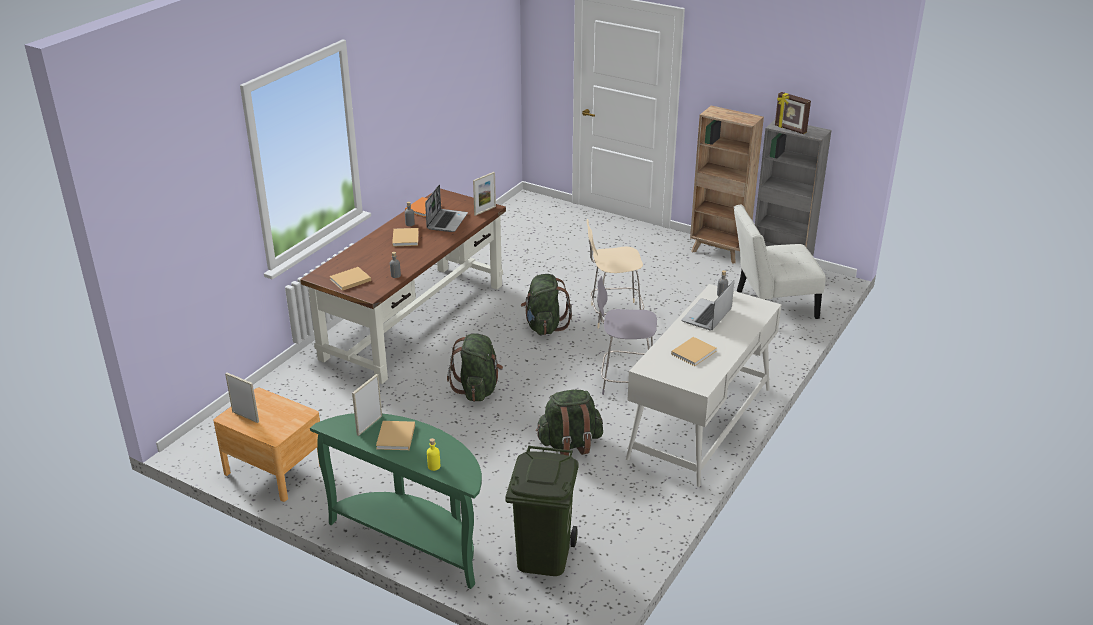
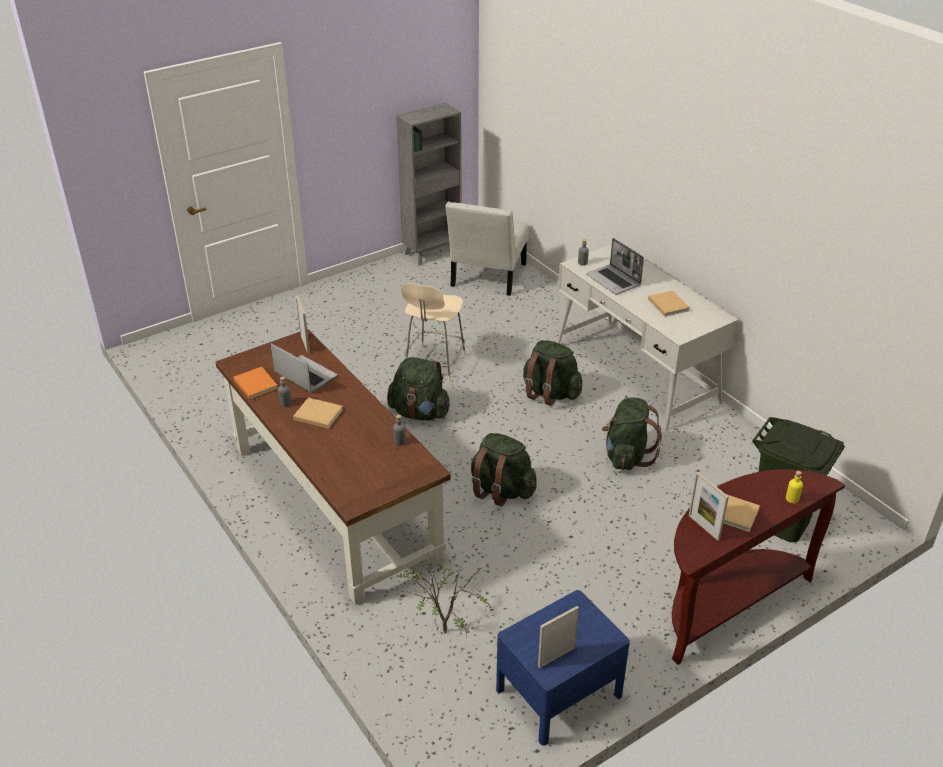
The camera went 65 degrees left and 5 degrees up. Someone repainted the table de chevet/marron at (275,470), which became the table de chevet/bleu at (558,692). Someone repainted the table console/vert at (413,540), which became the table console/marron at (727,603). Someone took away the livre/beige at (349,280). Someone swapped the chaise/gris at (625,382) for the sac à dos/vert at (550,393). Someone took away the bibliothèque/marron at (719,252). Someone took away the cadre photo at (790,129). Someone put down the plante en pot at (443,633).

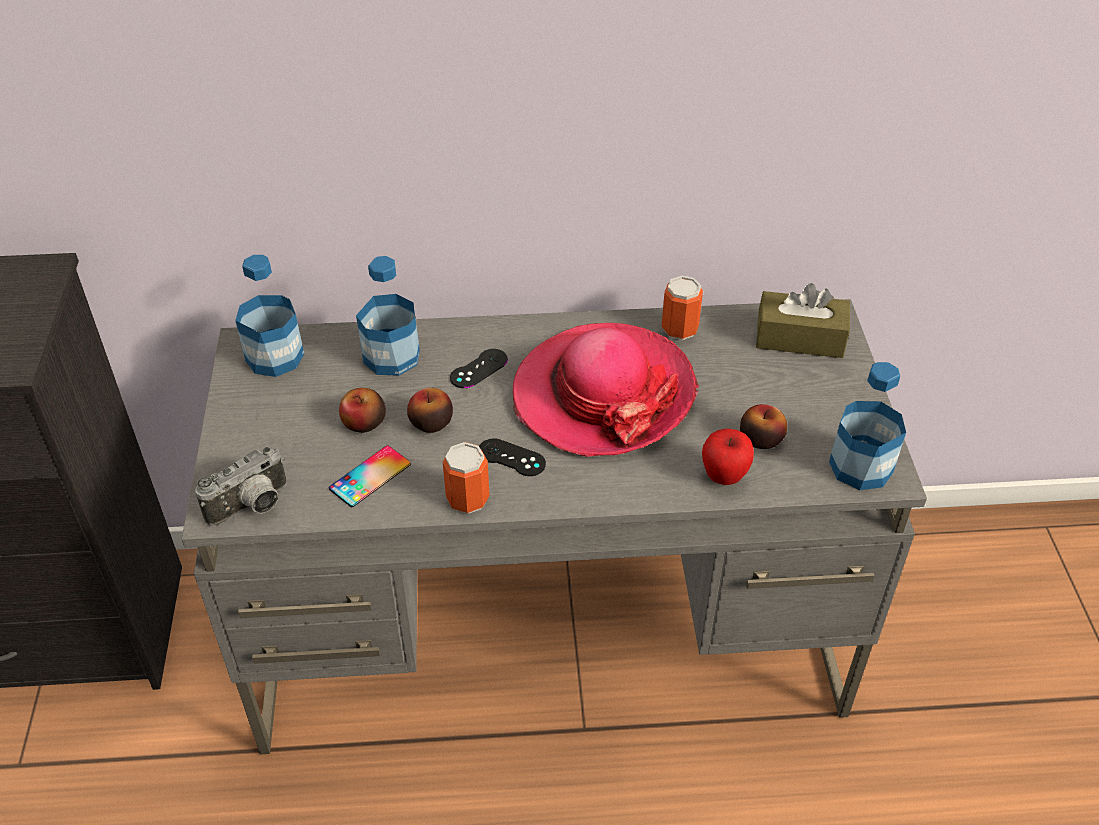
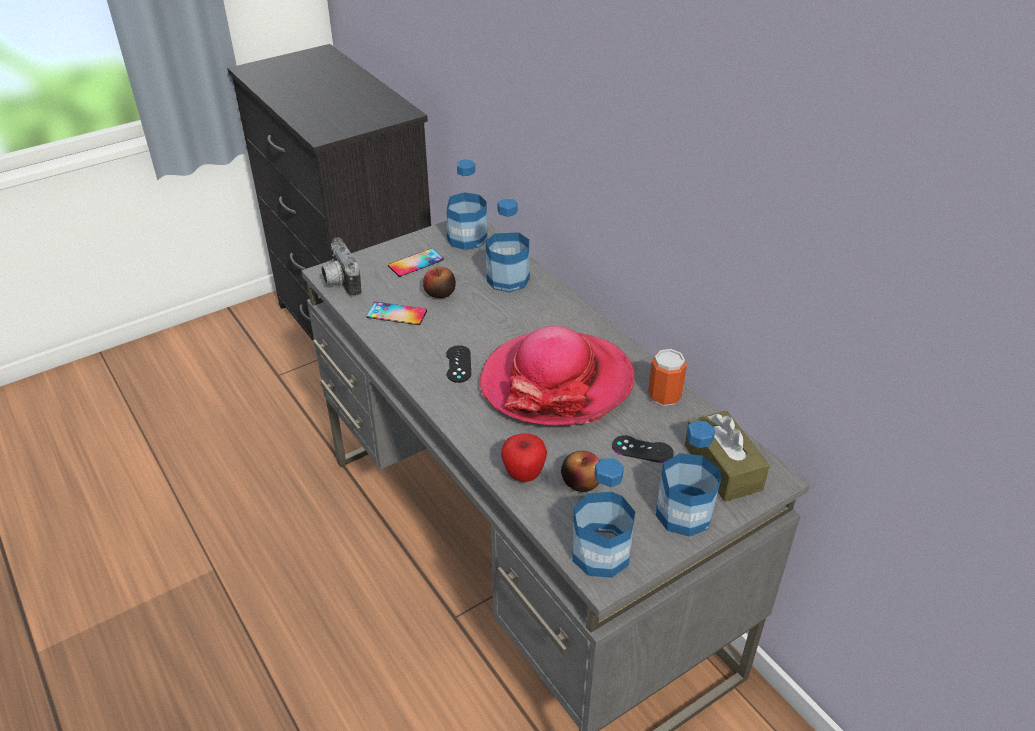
The camera went 60 degrees right and 5 degrees down. Someone rotated the appareil photo at (252,507) by 45 degrees clockwise. Someone took away the pomme at (431,423). Someone took away the boîte métallique at (467,499). Someone carried the manette/noir from (479,369) to (642,449). Someone put down the téléphone at (416,263). Someone put down the bouteille at (684,513).

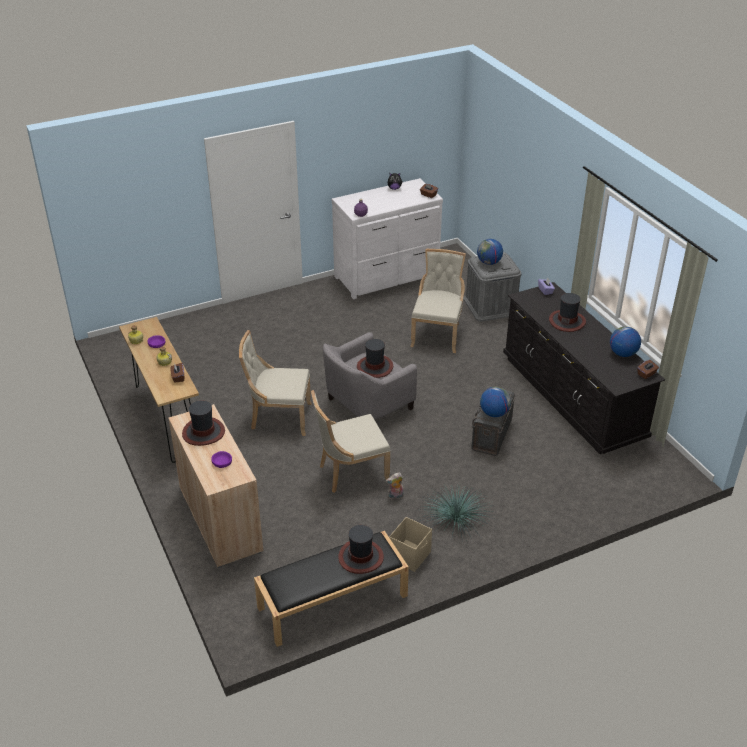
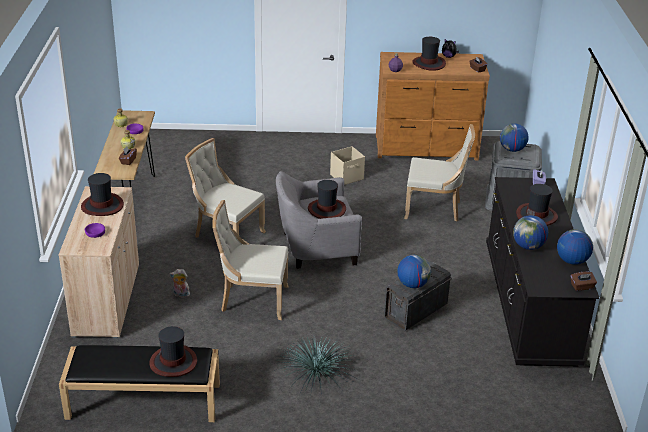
The camera went 25 degrees right and 5 degrees down. Someone repainted the commode/blanc at (387,277), which became the commode/marron at (426,148). Someone carried the peluche from (395,496) to (180,295). Someone carried the boîte de rangement/beige from (410,555) to (347,177). Someone rotated the chaise/beige at (437,334) by 60 degrees clockwise. Someone put down the chapeau at (429,63). Someone put down the globe at (528,246).

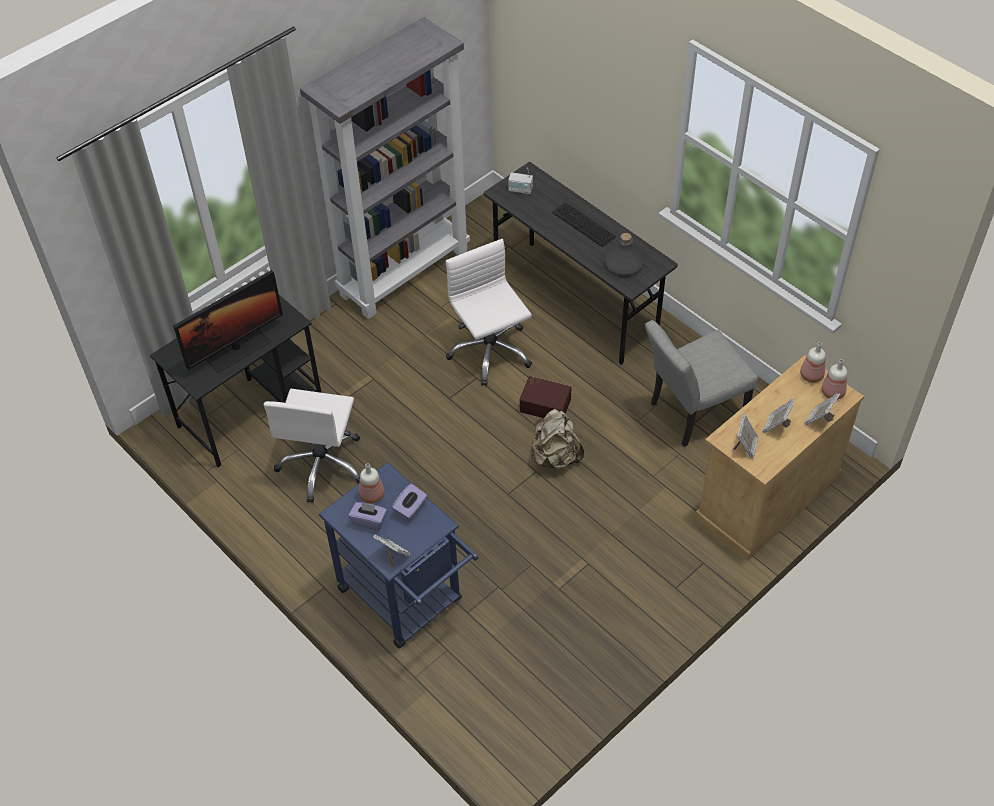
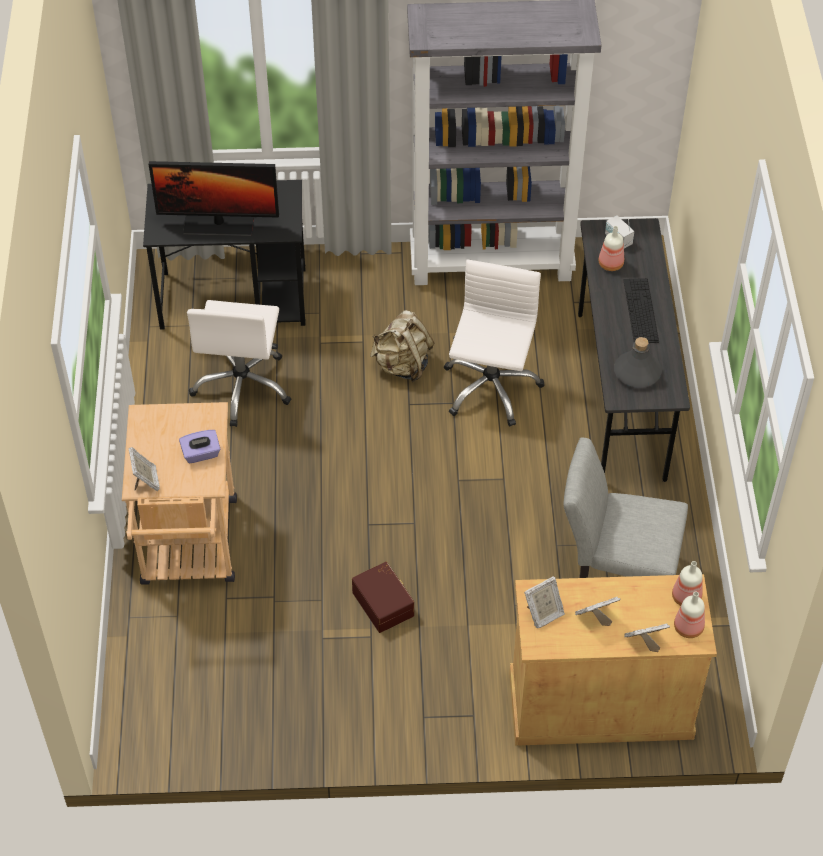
The camera went 40 degrees right and 0 degrees up. Someone rotated the chaise de bureau/blanc at (322,464) by 45 degrees counterclockwise. Someone repainted the chariot/bleu at (407,600), which became the chariot/beige at (189,551). Someone took away the boîte à mouchoirs/violet at (369,521). Someone carried the bouteille from (371,495) to (610,264). Someone carried the boîte de rangement/marron from (545,404) to (384,603). Someone carried the sac à dos/beige from (555,457) to (402,365).

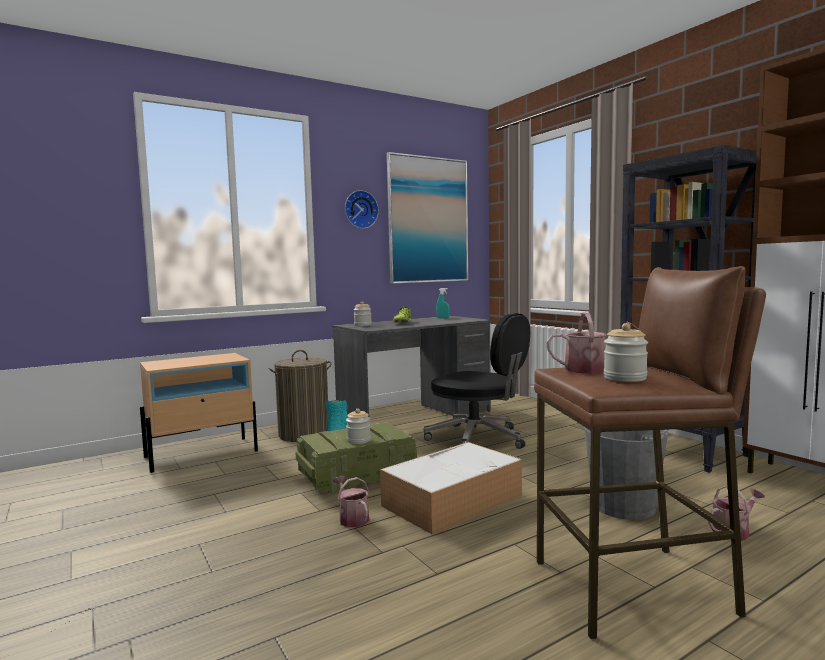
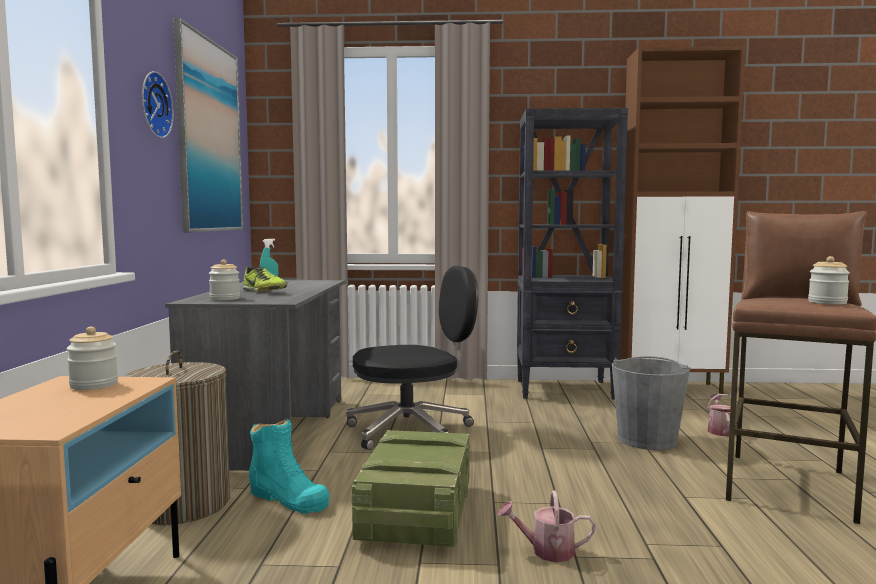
The camera went 55 degrees left and 0 degrees up. Someone carried the bocal from (358,440) to (94,385). Someone took away the boîte de rangement at (453,499). Someone took away the arrosoir at (592,369).

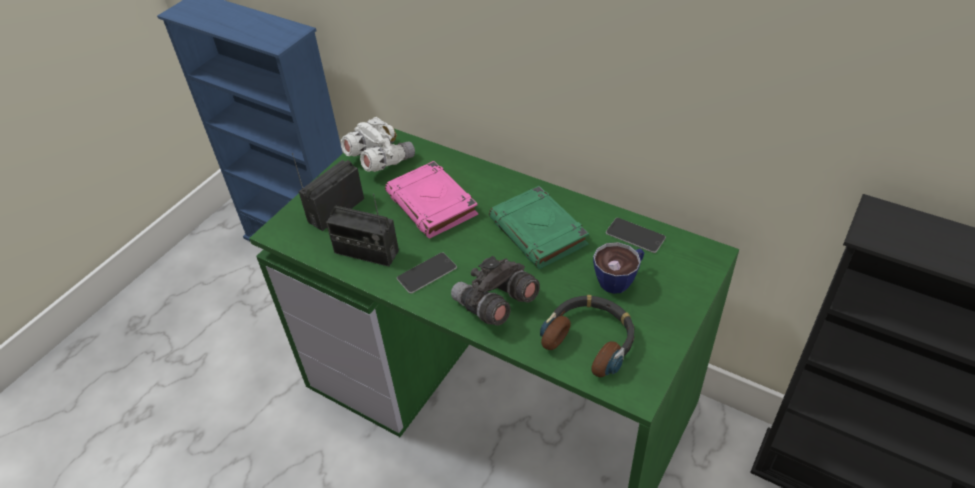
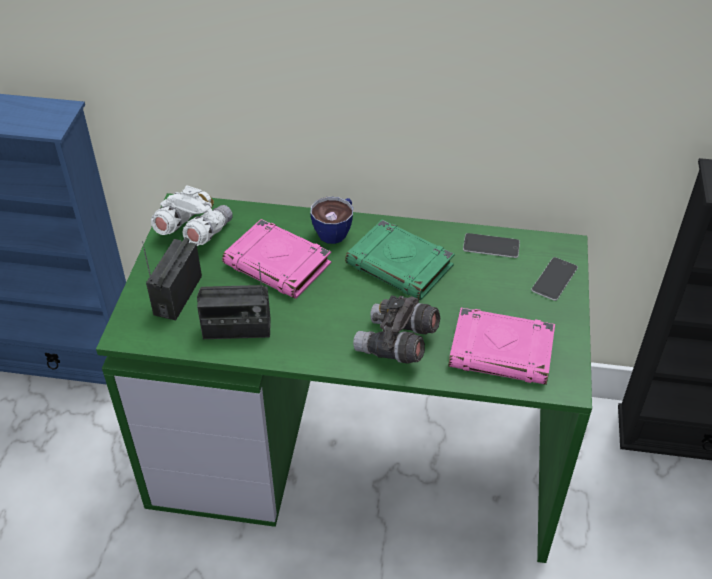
The camera went 25 degrees left and 0 degrees up. Someone carried the téléphone from (427,273) to (554,279). Someone swapped the casque audio at (590,339) for the livre/rose at (502,352). Someone carried the tasse from (619,279) to (336,231).

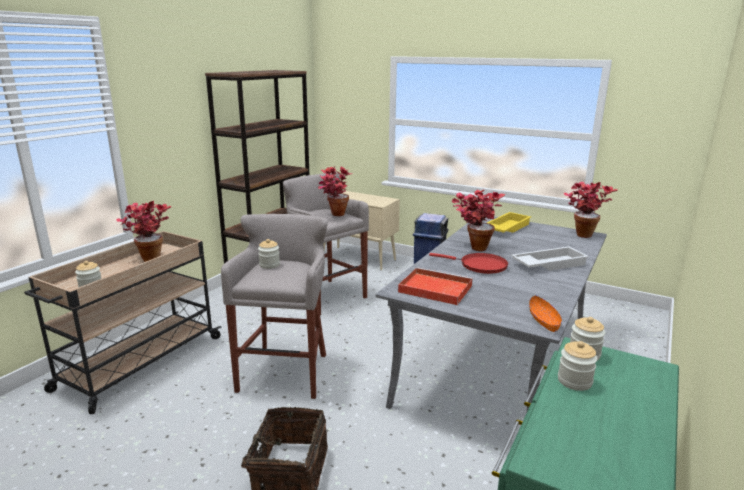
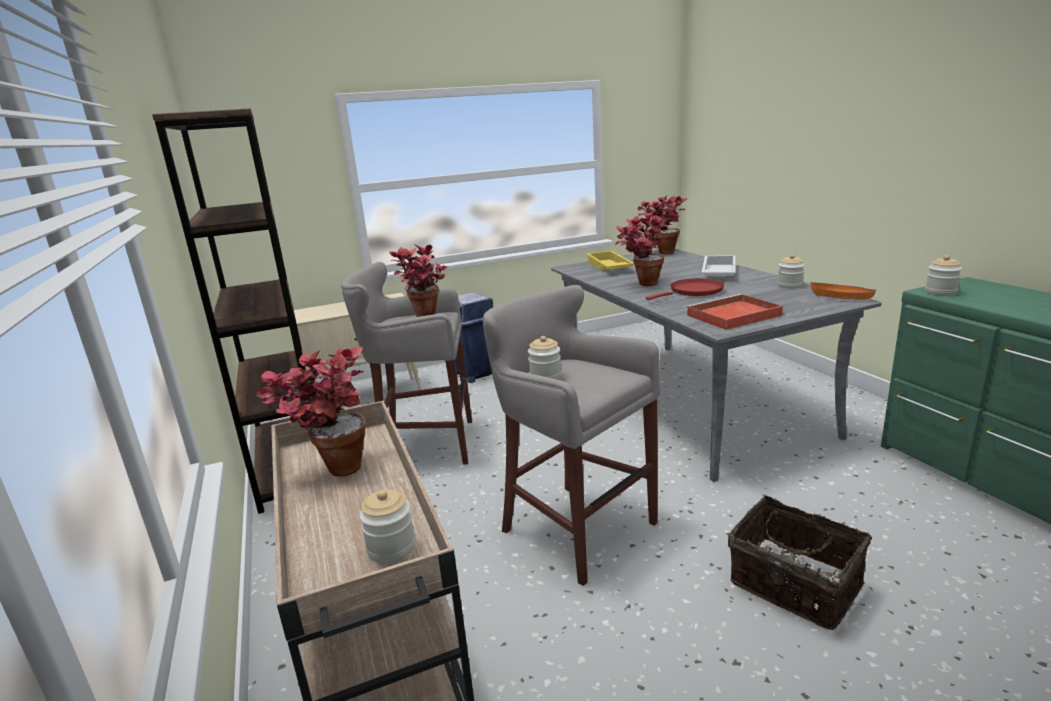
The camera went 50 degrees left and 0 degrees up. Someone carried the bocal from (574,381) to (789,286).

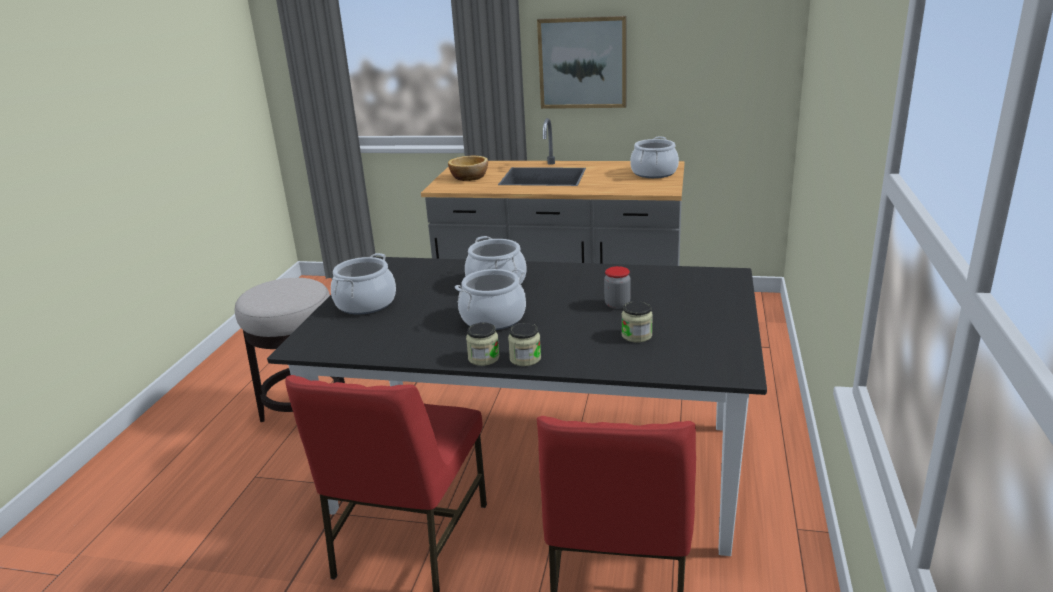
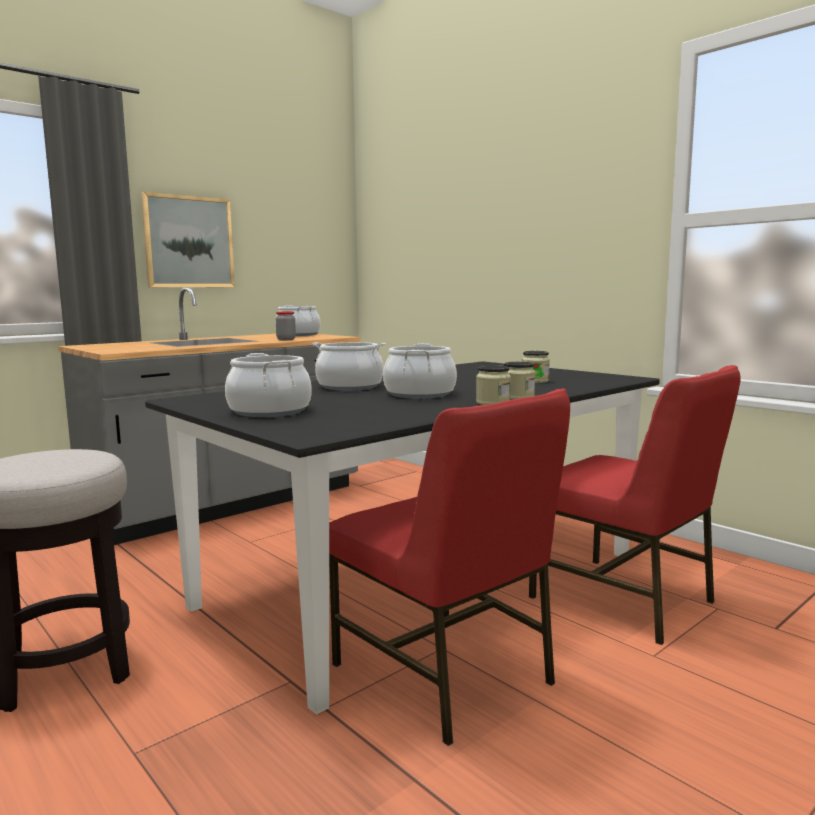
The camera went 55 degrees left and 15 degrees down. Someone took away the bol at (470,177). Someone carried the bocal from (617,304) to (286,339).

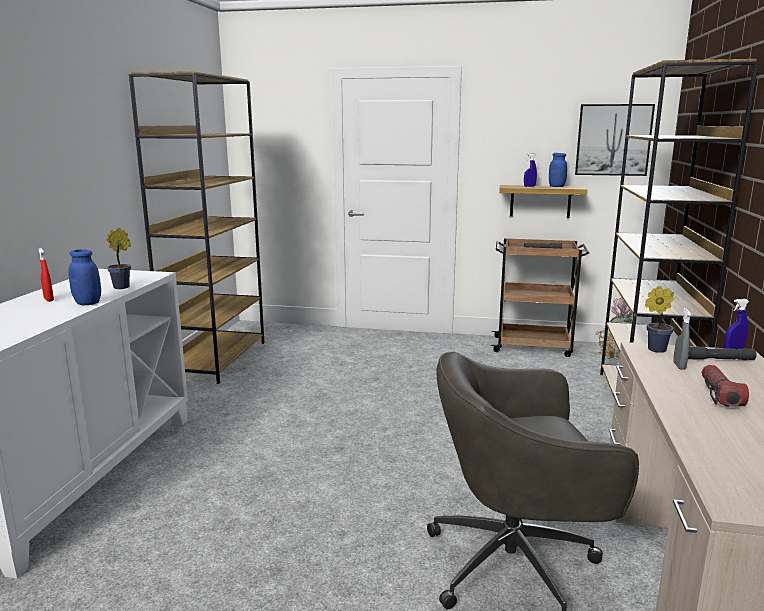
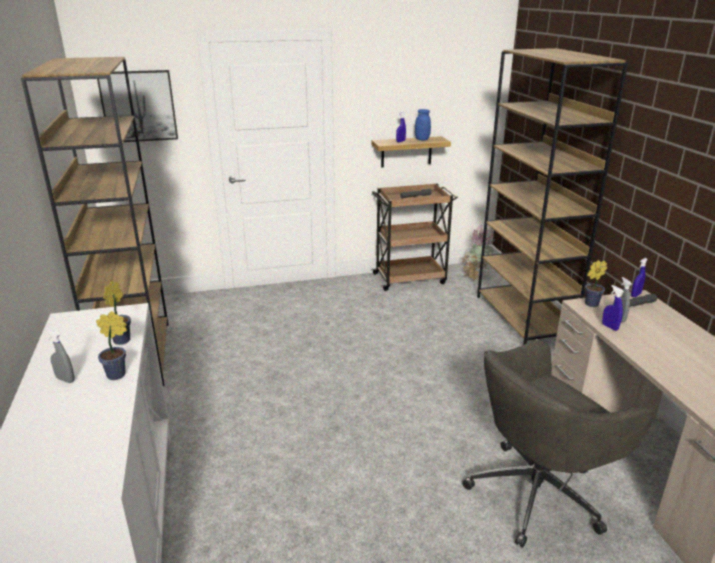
The camera went 25 degrees left and 10 degrees up. Someone repainted the vaporisateur/rouge at (48,299), which became the vaporisateur/gris at (65,379). Someone swapped the bocal/bleu at (88,303) for the plante en pot at (119,374). Someone carried the tableau from (613,140) to (138,106). Someone took away the lampe de poche at (719,395). Someone put down the vaporisateur/bleu at (609,327).

